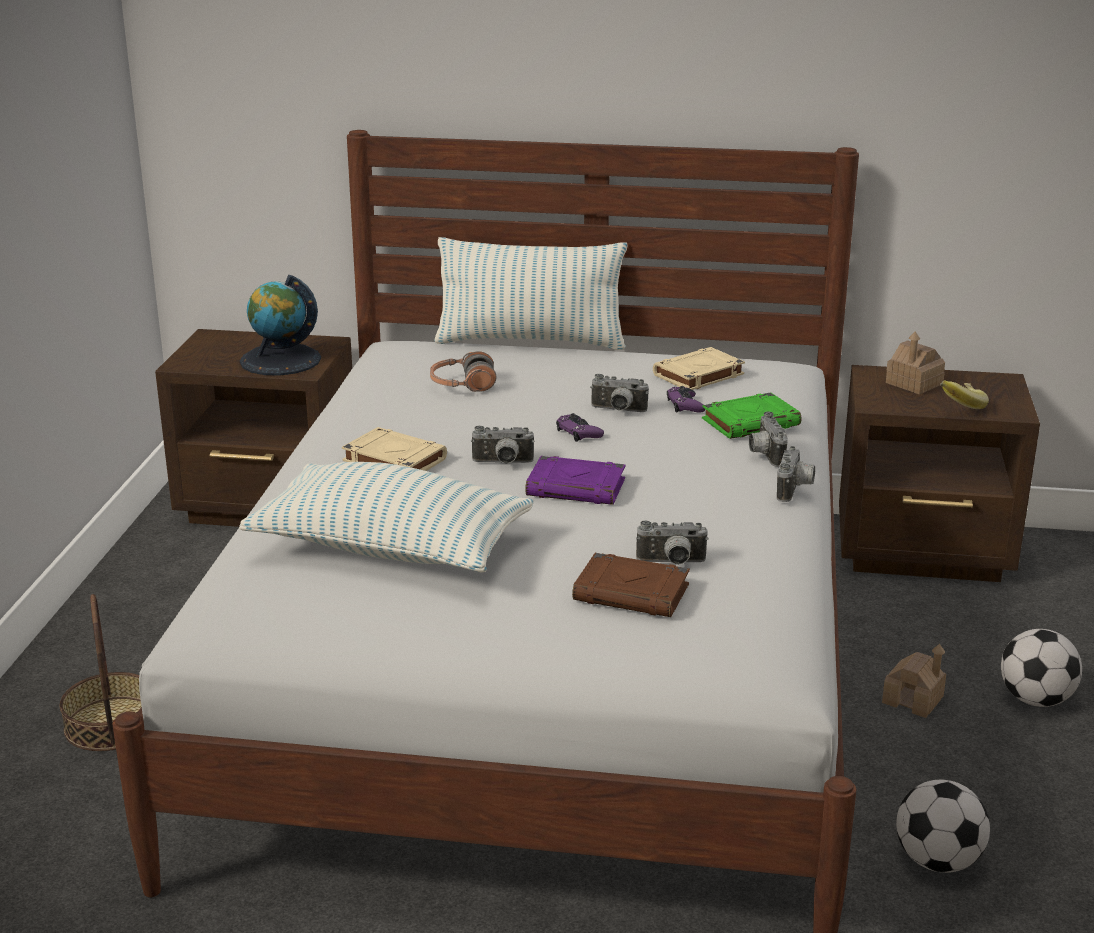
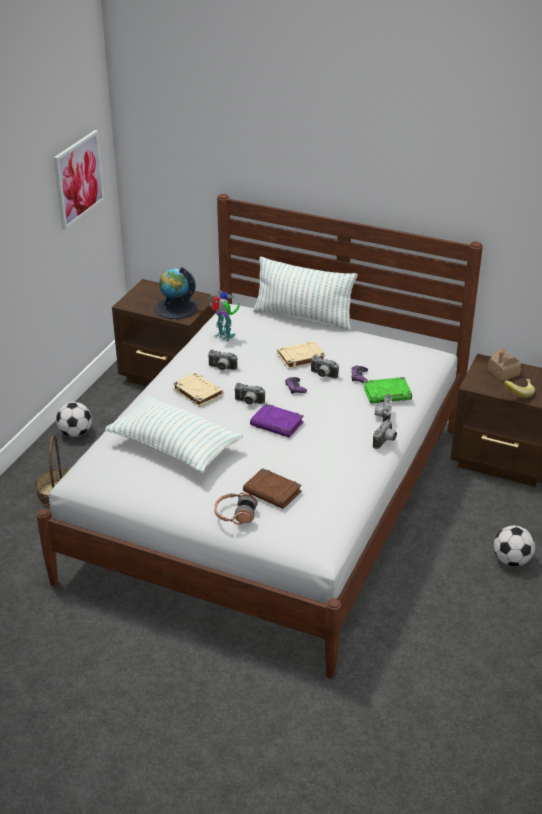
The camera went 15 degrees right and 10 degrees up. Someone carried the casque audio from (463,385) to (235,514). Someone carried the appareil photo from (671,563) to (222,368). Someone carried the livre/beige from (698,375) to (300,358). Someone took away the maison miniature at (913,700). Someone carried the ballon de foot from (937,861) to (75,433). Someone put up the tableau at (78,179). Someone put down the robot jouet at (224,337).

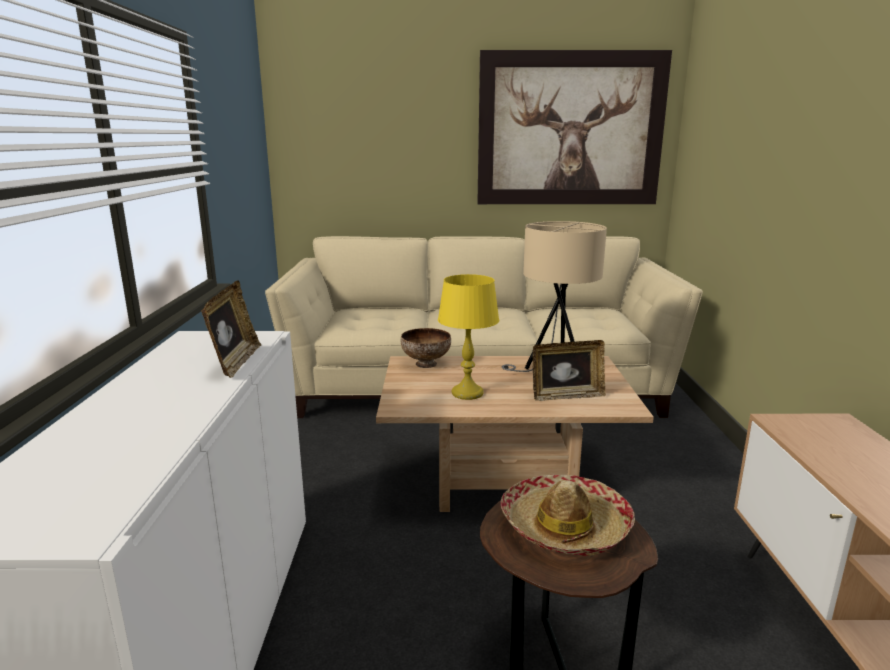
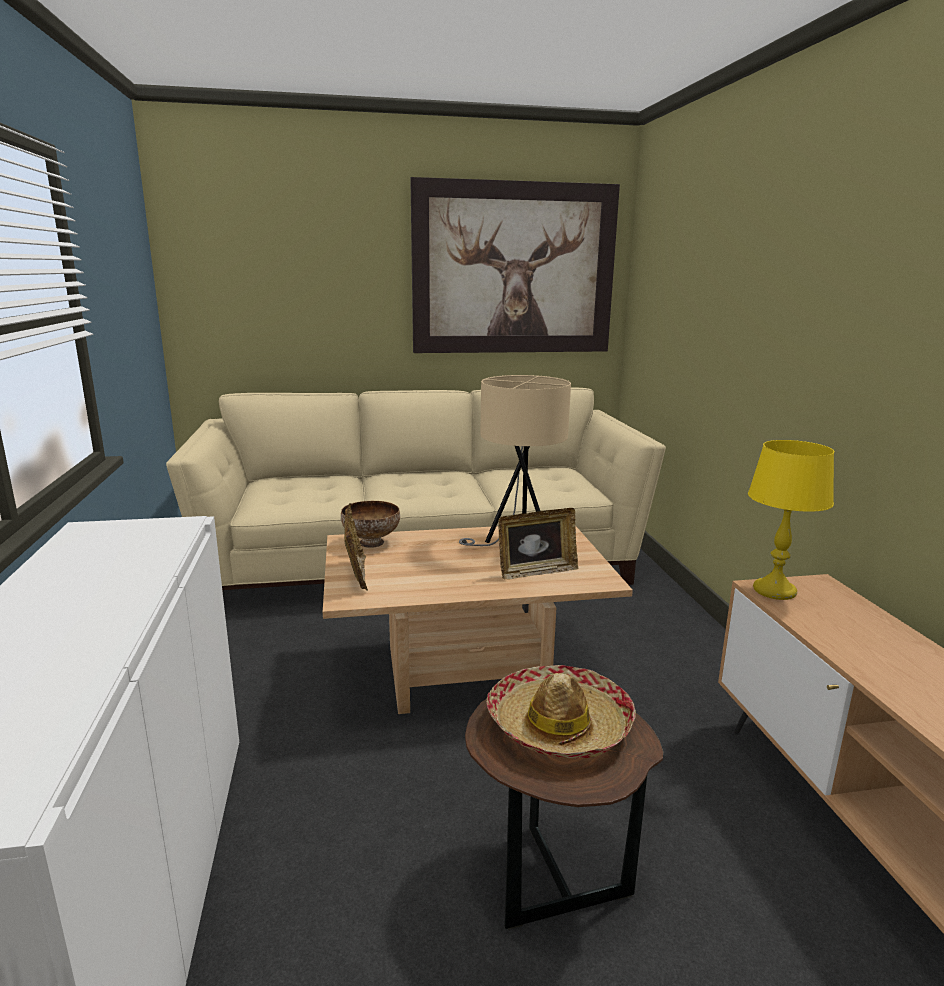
The camera went 10 degrees left and 0 degrees up. Someone carried the cadre photo from (235,362) to (356,575). Someone carried the lampe de table/jaune from (467,393) to (774,591).

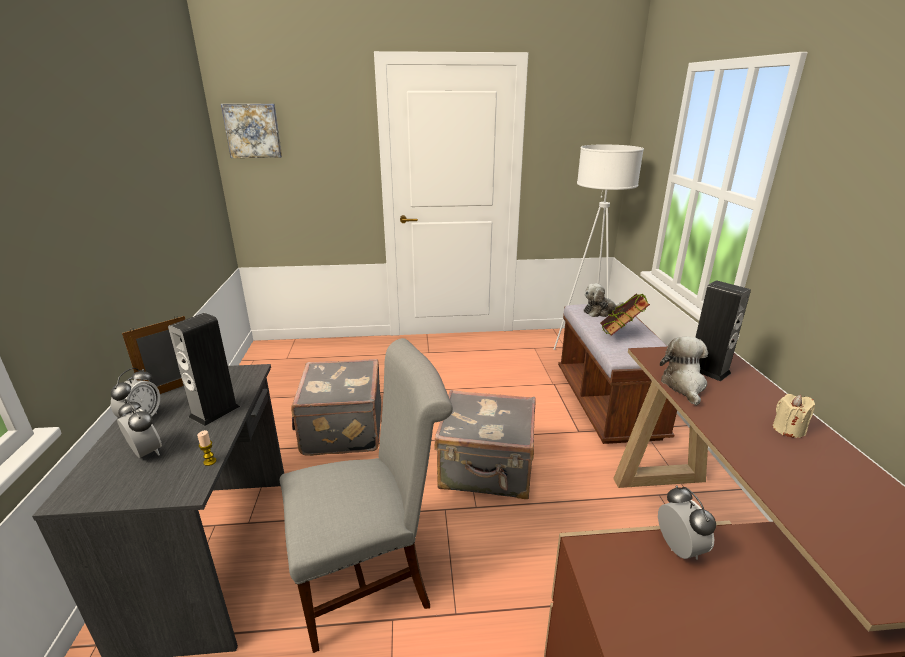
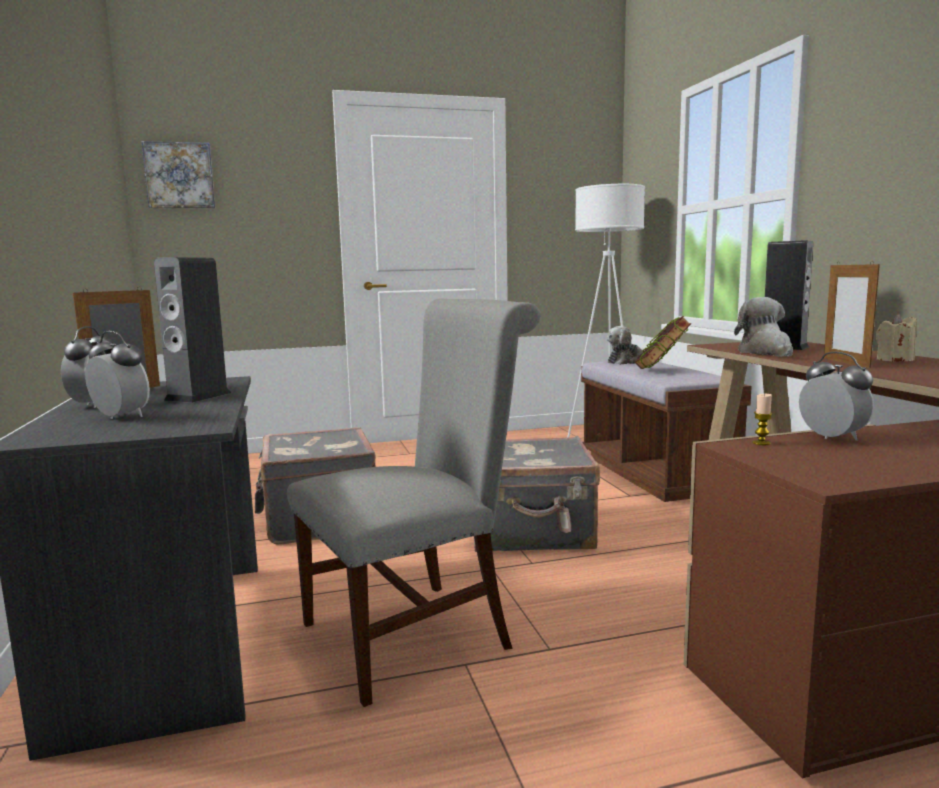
The camera went 10 degrees left and 15 degrees down. Someone carried the bougie from (210,461) to (761,443). Someone put down the cadre photo at (846,363).

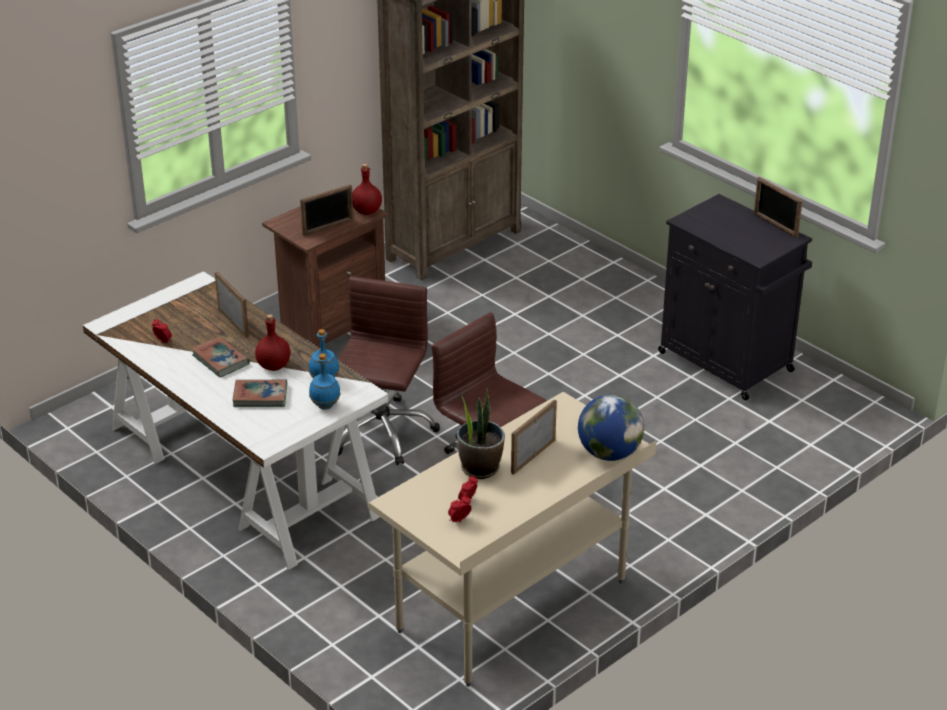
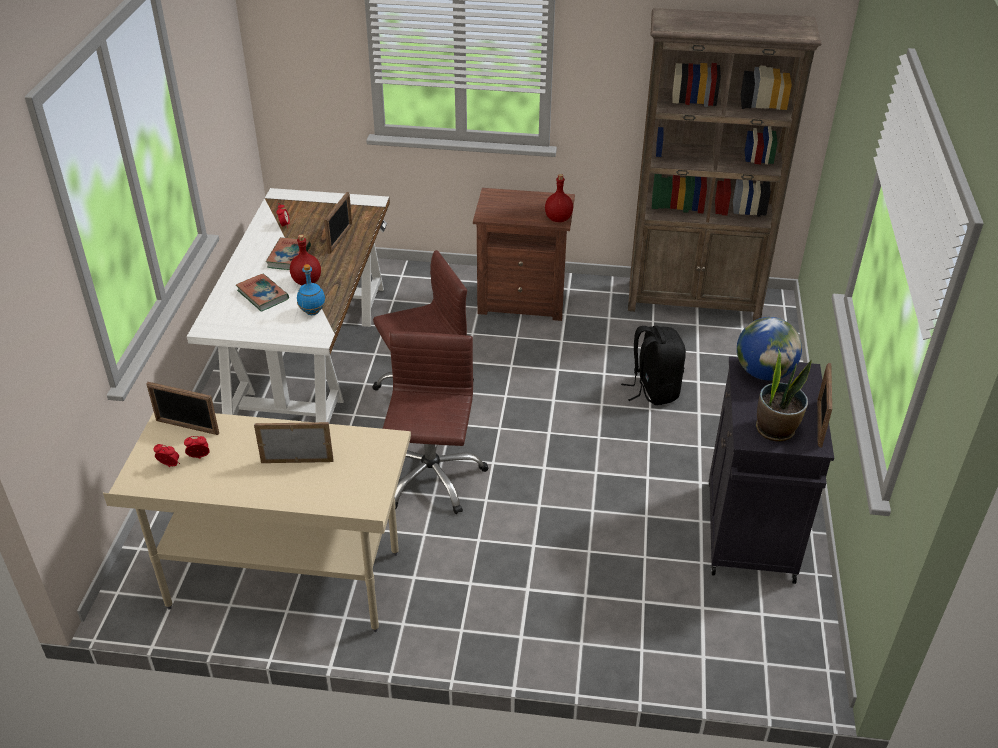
The camera went 50 degrees right and 5 degrees up. Someone carried the cadre photo from (328,227) to (187,427). Someone took away the bouteille/bleu at (325,406). Someone carried the plante en pot from (480,467) to (775,429). Someone carried the globe from (609,453) to (763,372). Someone put down the sac à dos/noir at (653,390).

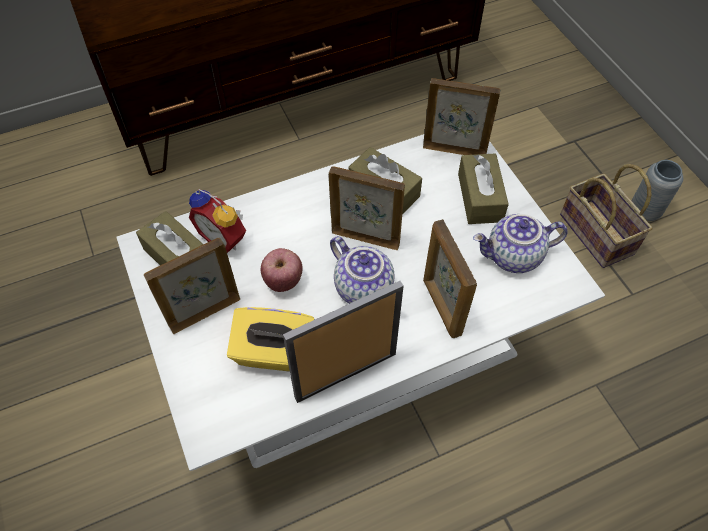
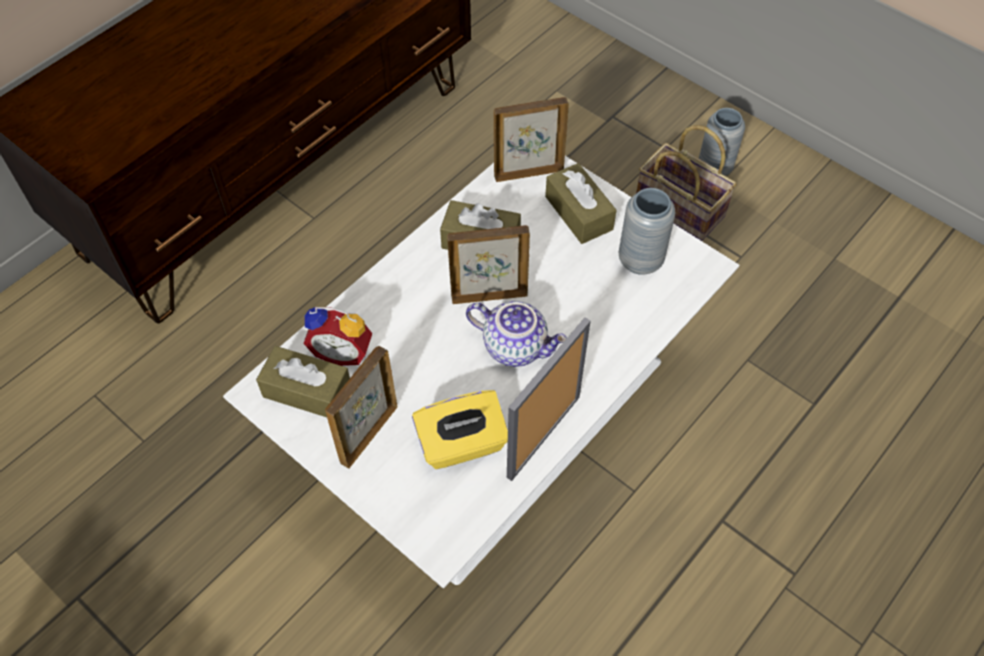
The camera went 25 degrees left and 0 degrees up. Someone took away the pomme at (283,281). Someone took away the cadre photo at (441,307). Someone swapped the théière at (513,257) for the vase/gris at (640,261).

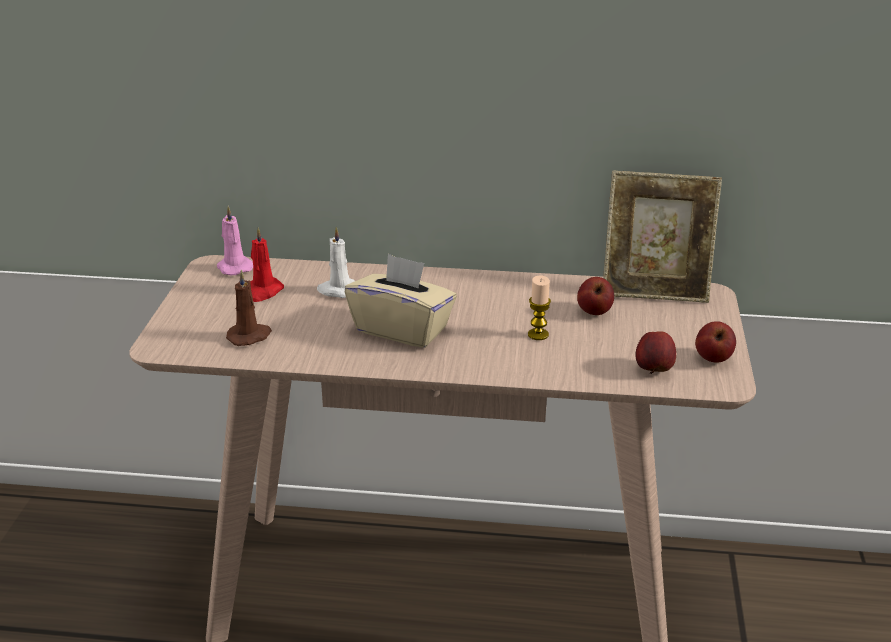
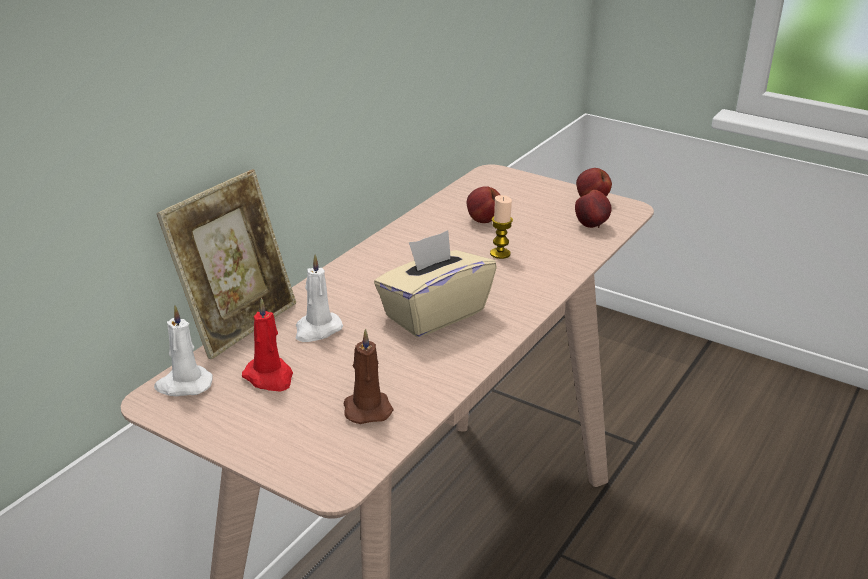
The camera went 65 degrees left and 0 degrees up. Someone repainted the bougie/rose at (234,267), which became the bougie/blanc at (183,385). Someone carried the cadre photo from (655,290) to (238,323).

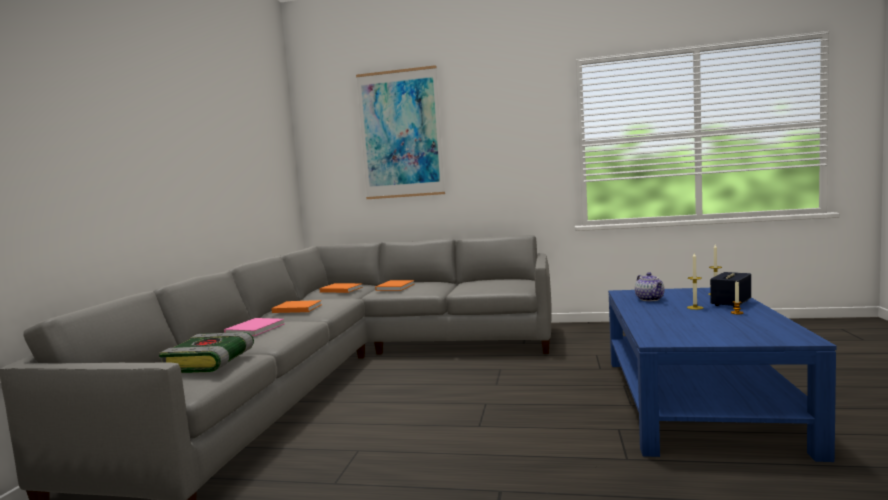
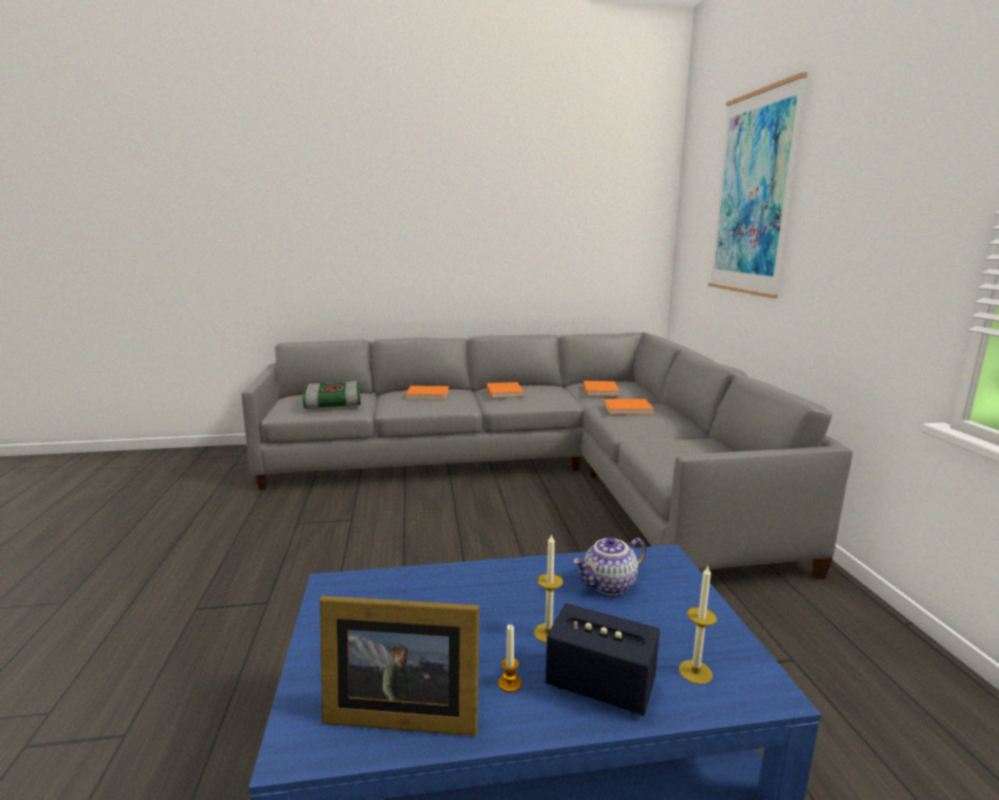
The camera went 70 degrees right and 10 degrees up. Someone repainted the livre/rose at (256,328), which became the livre/orange at (429,394). Someone put down the cadre photo at (399,711).

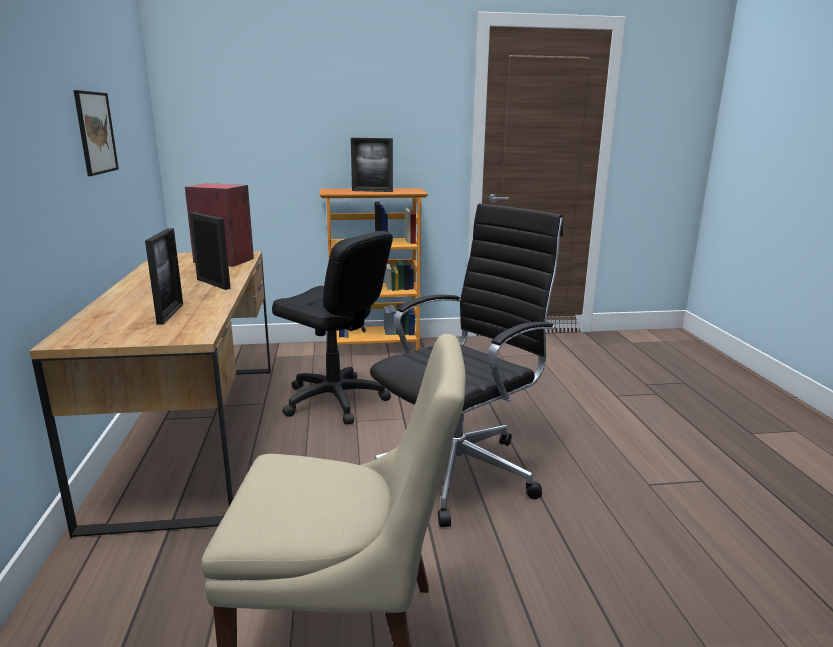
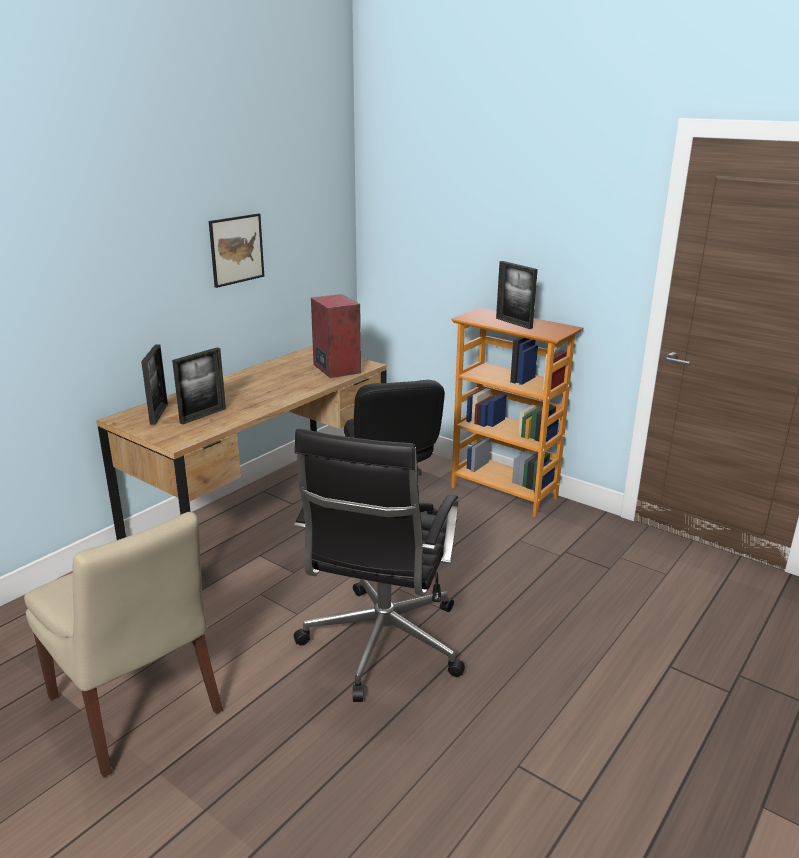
The camera went 45 degrees right and 5 degrees up. Someone carried the cadre photo from (213,284) to (159,414). Someone rotated the chaise de bureau/noir at (460,470) by 105 degrees clockwise.

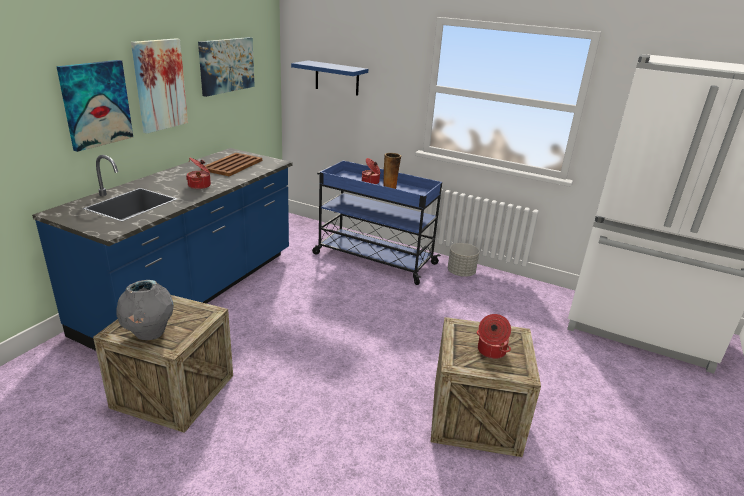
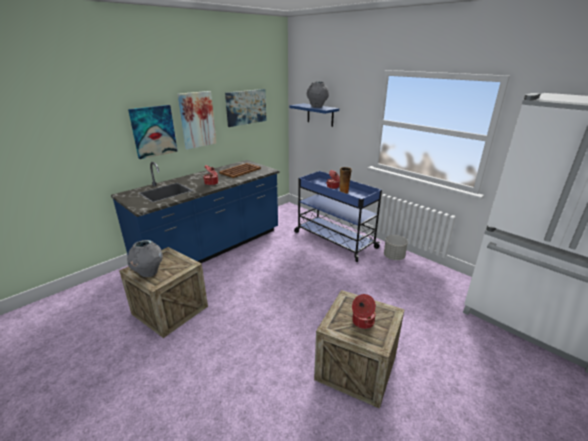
The camera went 20 degrees right and 0 degrees up. Someone put down the vase/gris at (317,107).

